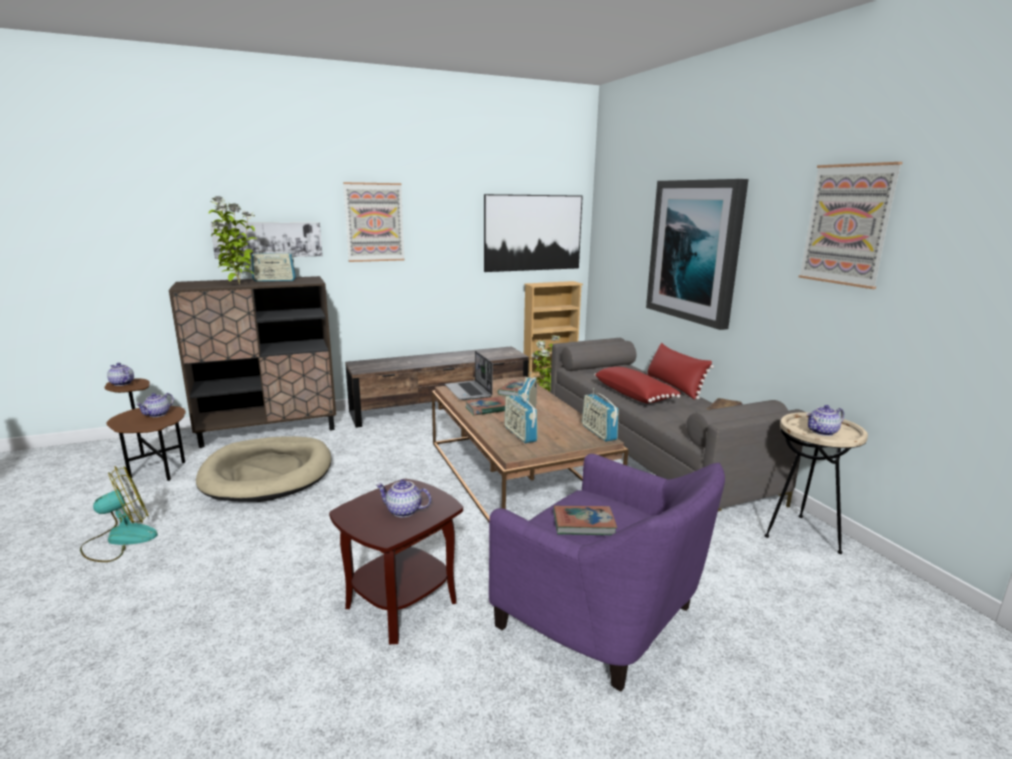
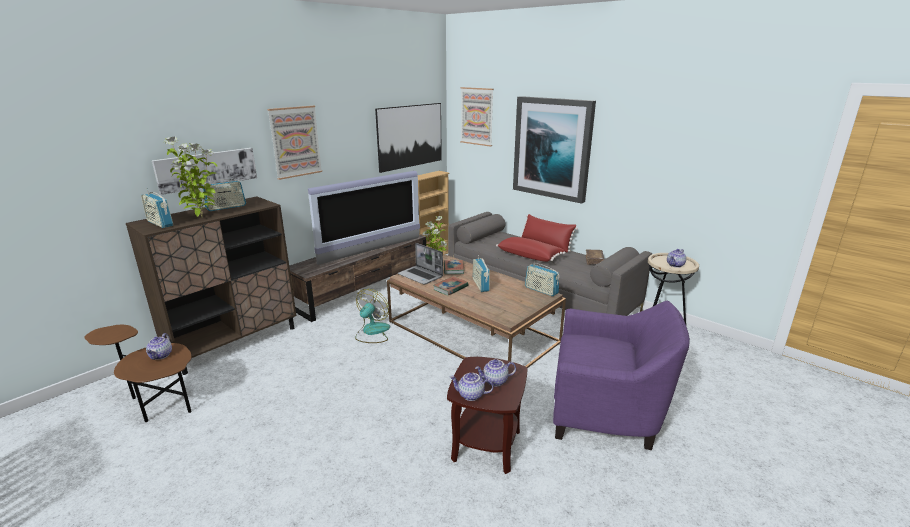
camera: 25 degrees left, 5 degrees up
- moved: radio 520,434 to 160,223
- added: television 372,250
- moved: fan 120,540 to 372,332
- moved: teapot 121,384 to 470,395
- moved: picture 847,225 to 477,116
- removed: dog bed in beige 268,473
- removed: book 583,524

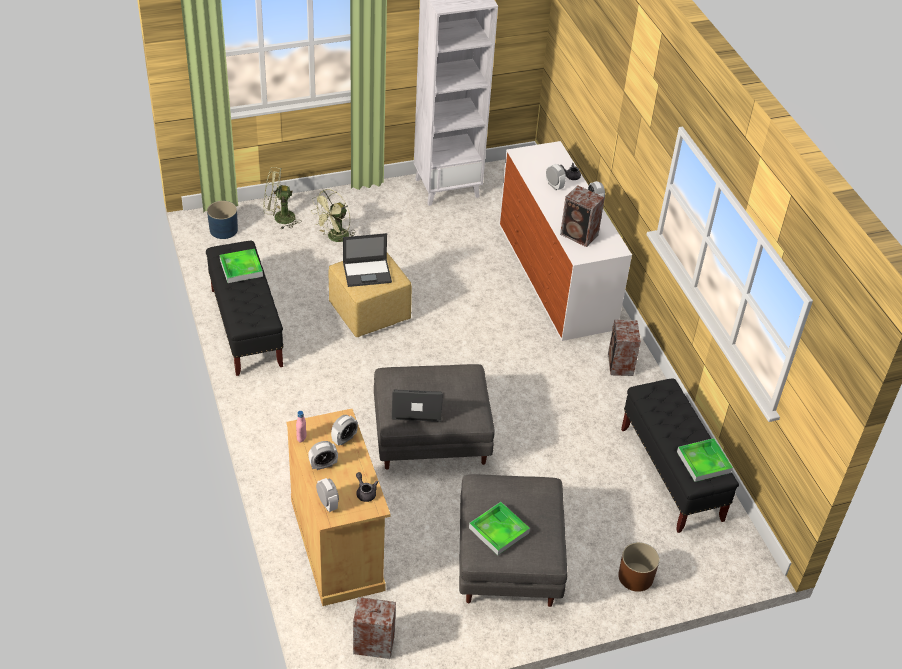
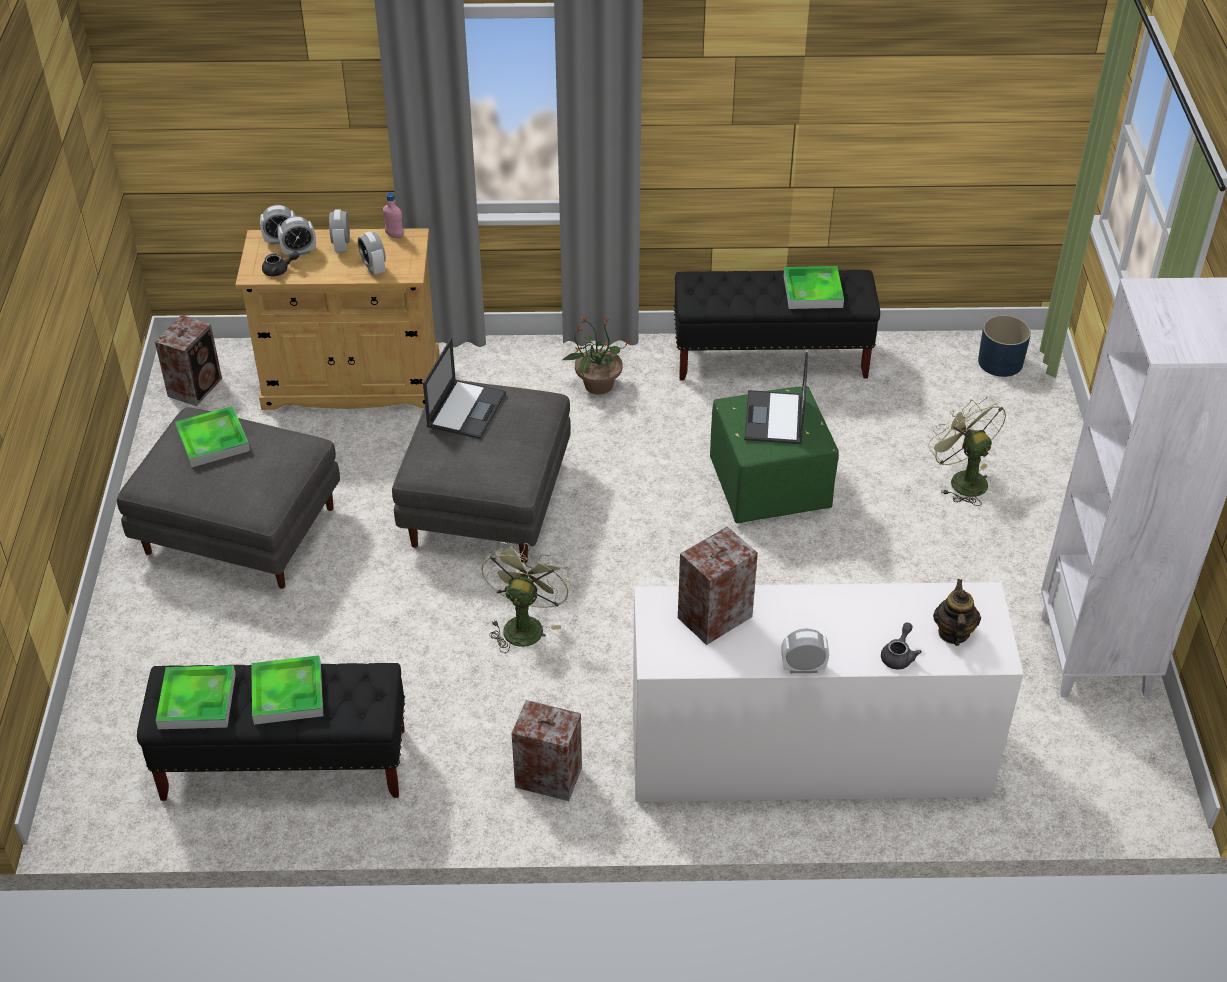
camera: 110 degrees right, 0 degrees up
- added: tray 288,693
- moved: alarm clock 554,186 to 299,252
- moved: fan in green 279,218 to 524,624
- added: potted plant 597,385
- recoloured: ottoman in yellow 369,312 to ottoman in green 771,487
- added: teapot 953,633
- removed: planter in brown 636,576

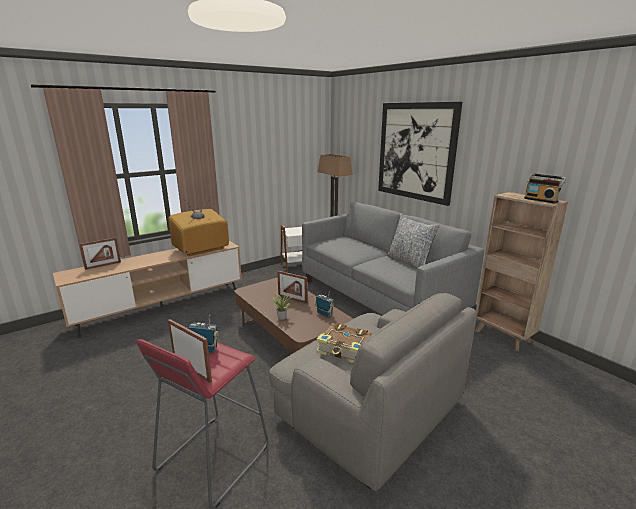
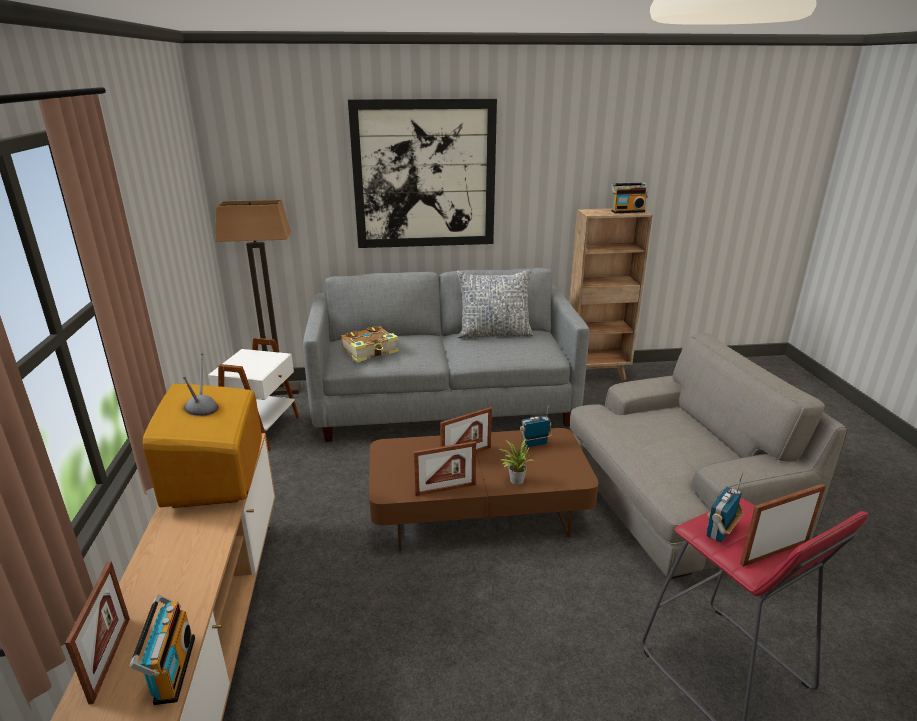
camera: 60 degrees left, 5 degrees up
- added: radio 171,670
- moved: book 345,350 to 370,351
- added: picture frame 445,489

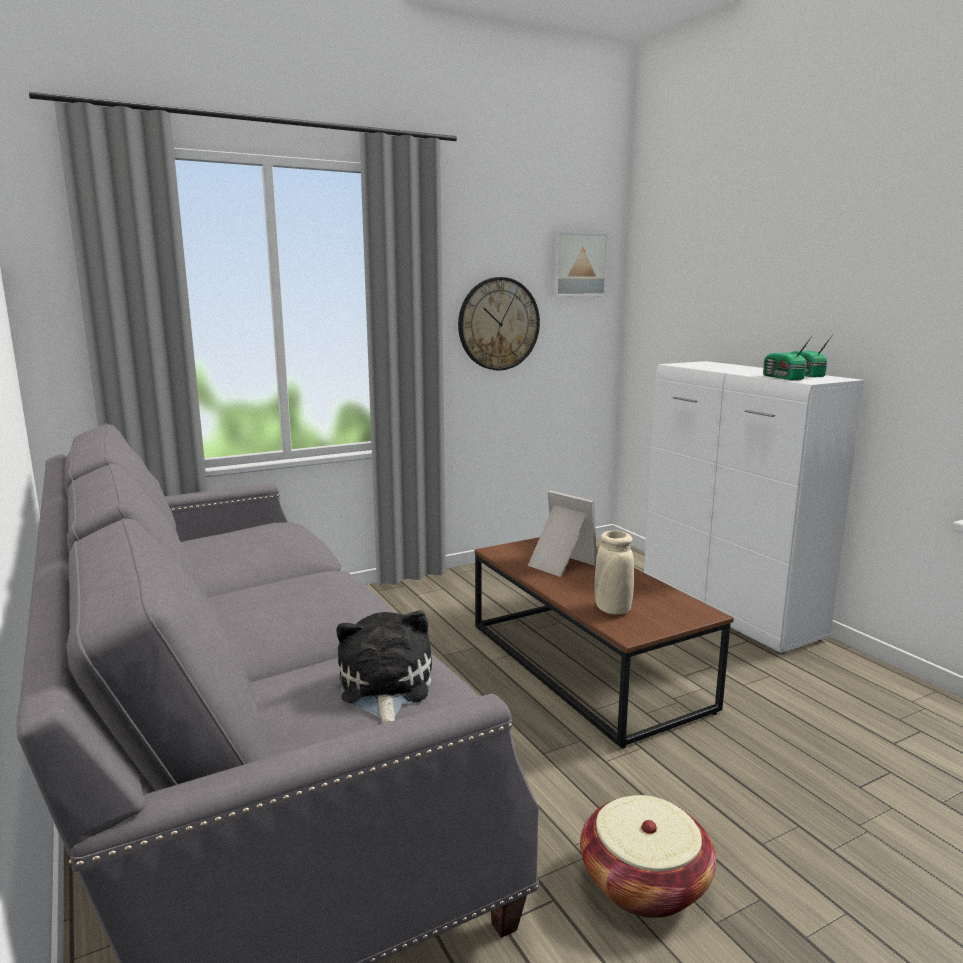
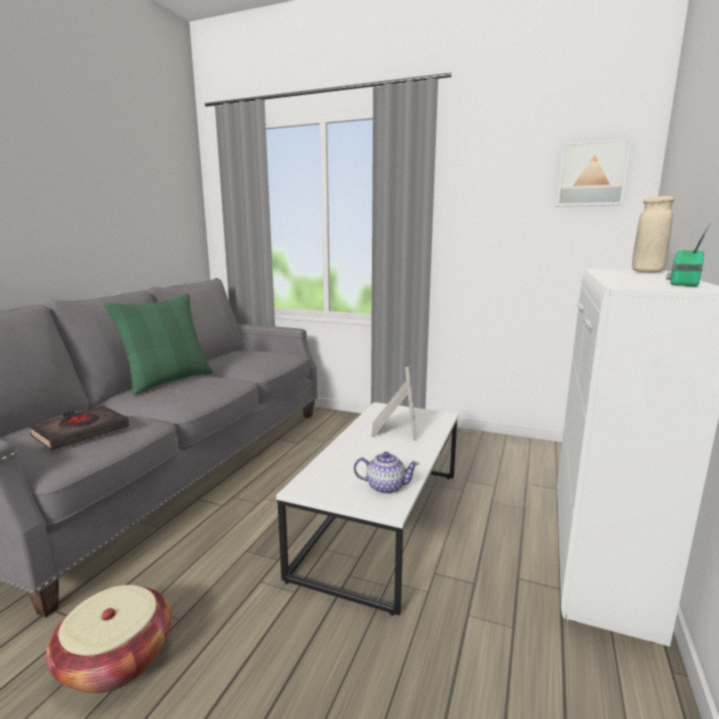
camera: 50 degrees right, 0 degrees up
- replaced: plush toy 384,688 to book in black 81,432
- added: pillow in green 168,381
- recoloured: coffee table in brown 585,666 to coffee table in white 383,521
- added: teapot 385,487
- moved: vase in beige 612,609 to 647,272
- removed: wall clock 498,324
- removed: radio 783,377

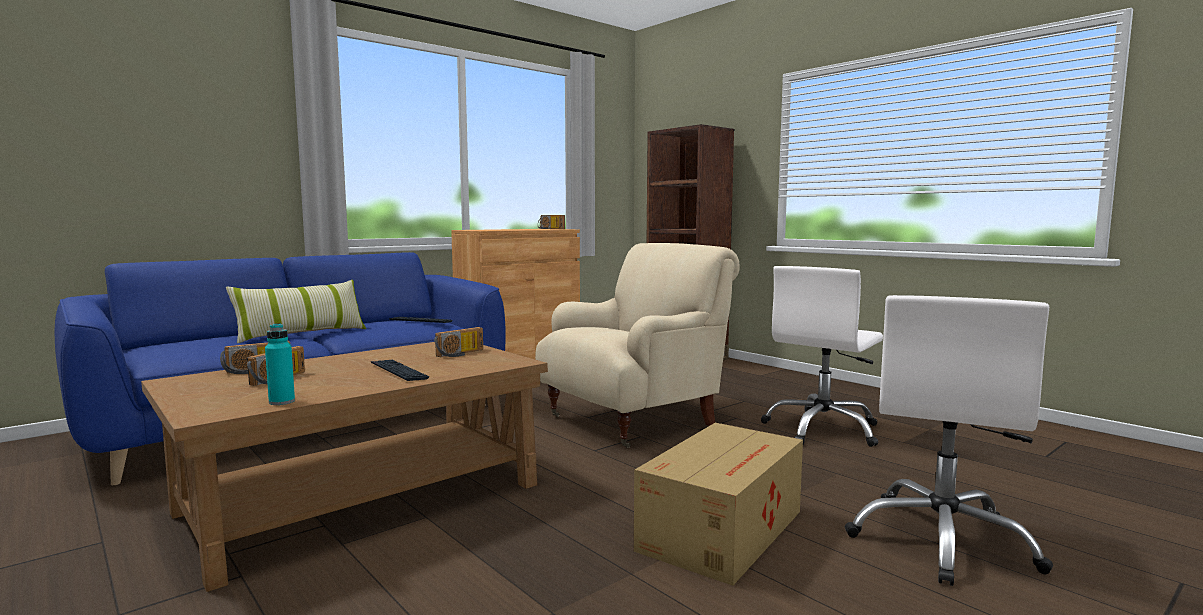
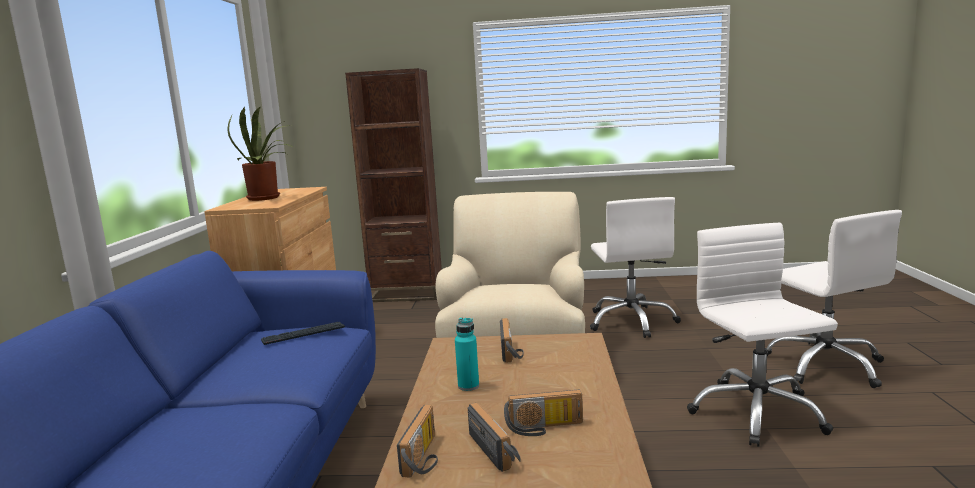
camera: 45 degrees left, 5 degrees up
- added: potted plant 267,198
- moved: bottle in turquoise 282,402 to 468,386
- moved: radio 549,229 to 544,428
- replaced: cardboard box 724,529 to office chair in white 756,413
- removed: pillow 301,334
- removed: keyboard 398,371

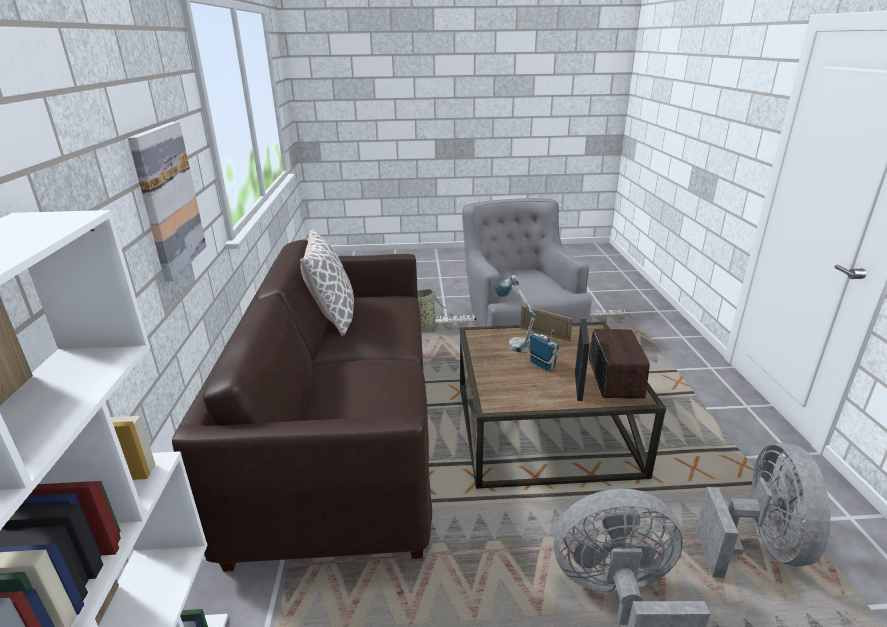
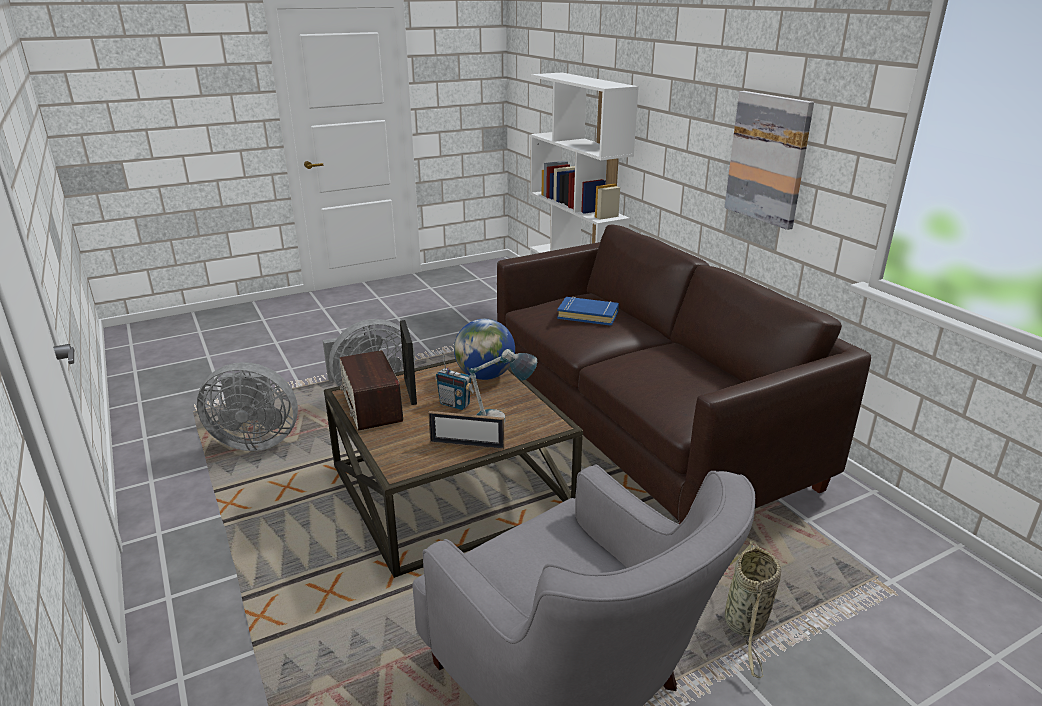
camera: 155 degrees right, 0 degrees up
- turned: fan in grey 757,545 = 255,441 75 degrees counterclockwise
- added: globe 485,376
- added: book in blue 588,315
- removed: pillow 333,317

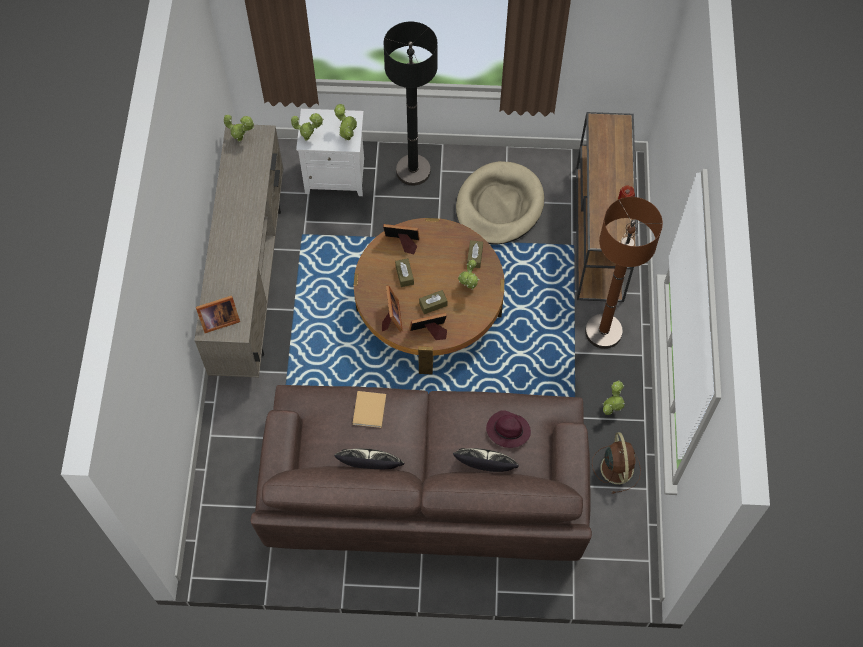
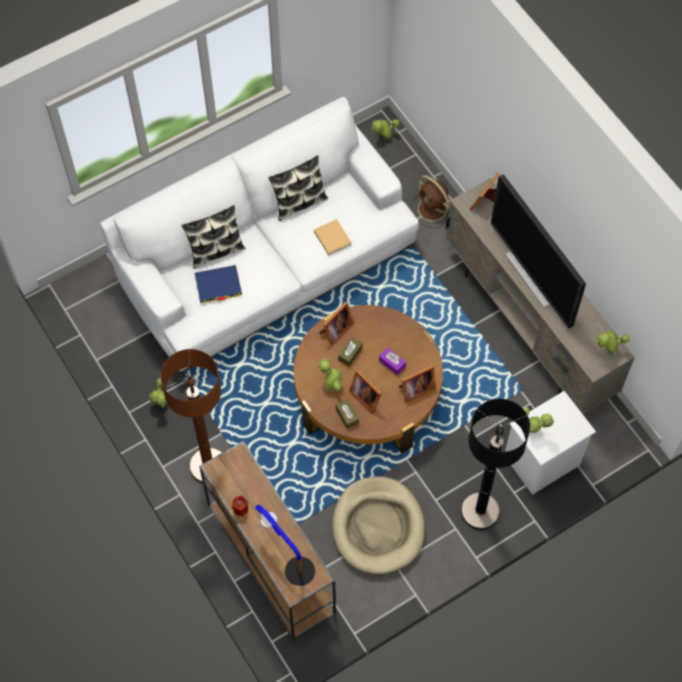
camera: 145 degrees right, 0 degrees up
- recoloured: sofa in brown 424,488 to sofa in white 266,259
- replaced: hat in purple 507,430 to book in blue 218,285
- added: table lamp 289,558
- moved: picture frame 391,318 to 366,396
- moved: potted plant 308,138 to 384,138
- recoloured: tissue box in brown 404,275 to tissue box in purple 392,363
- moved: fan in brown 616,467 to 433,210
- added: television 533,276

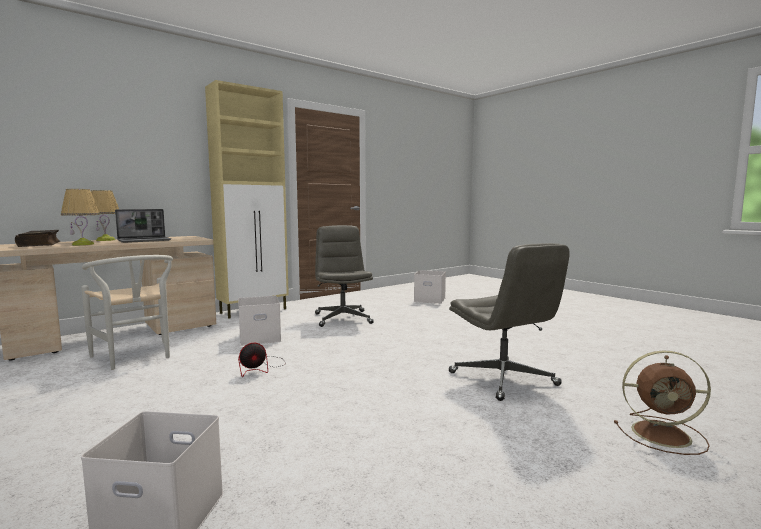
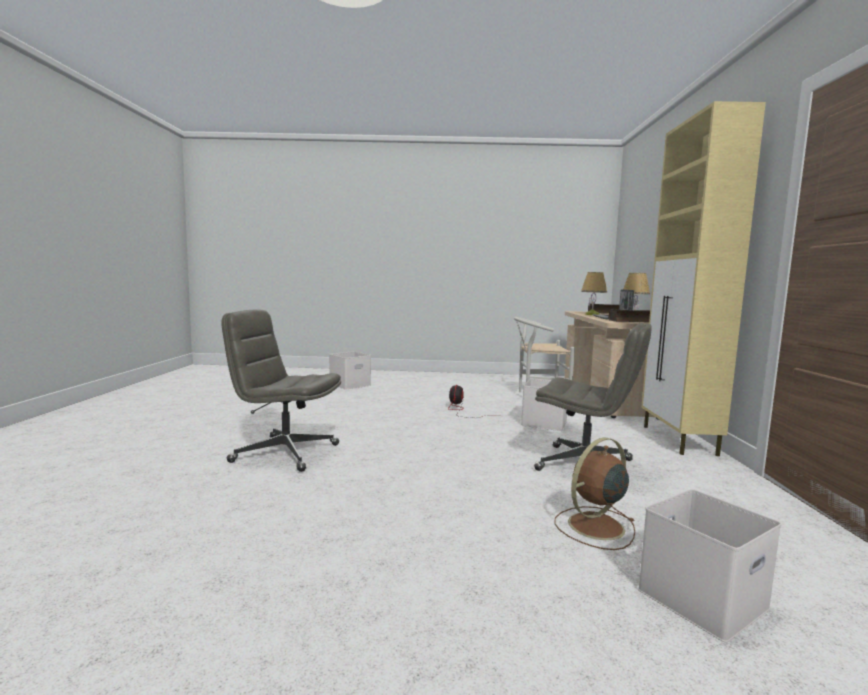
camera: 130 degrees right, 0 degrees up
- moved: fan in brown 663,434 to 594,527
- added: book 632,321

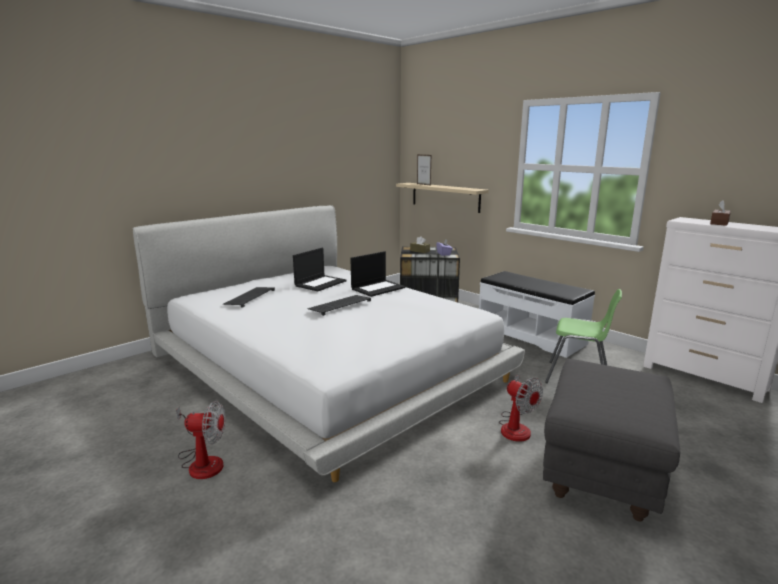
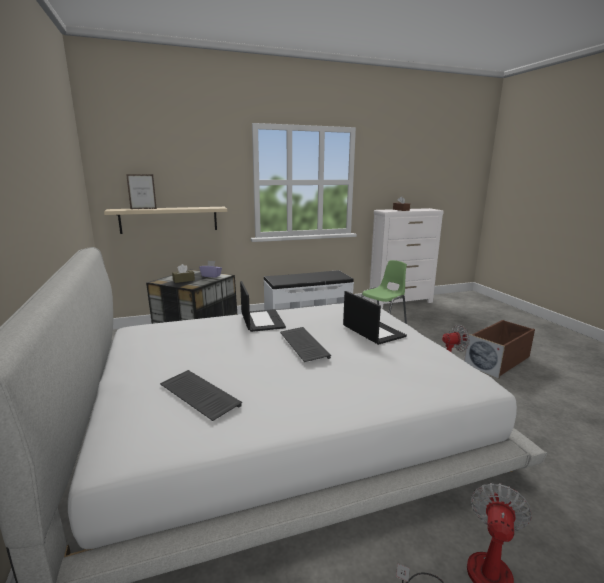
camera: 65 degrees left, 0 degrees up
- moved: laptop 320,283 to 372,331
- replaced: ottoman in grey 602,474 to storage box in brown 497,360

